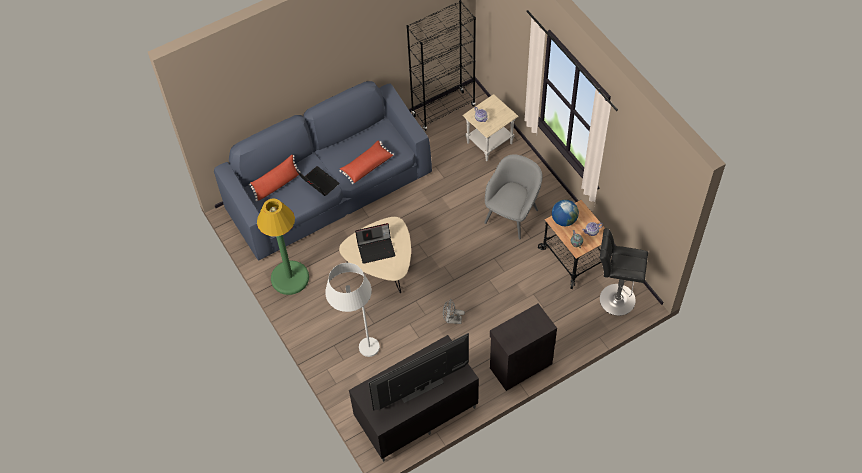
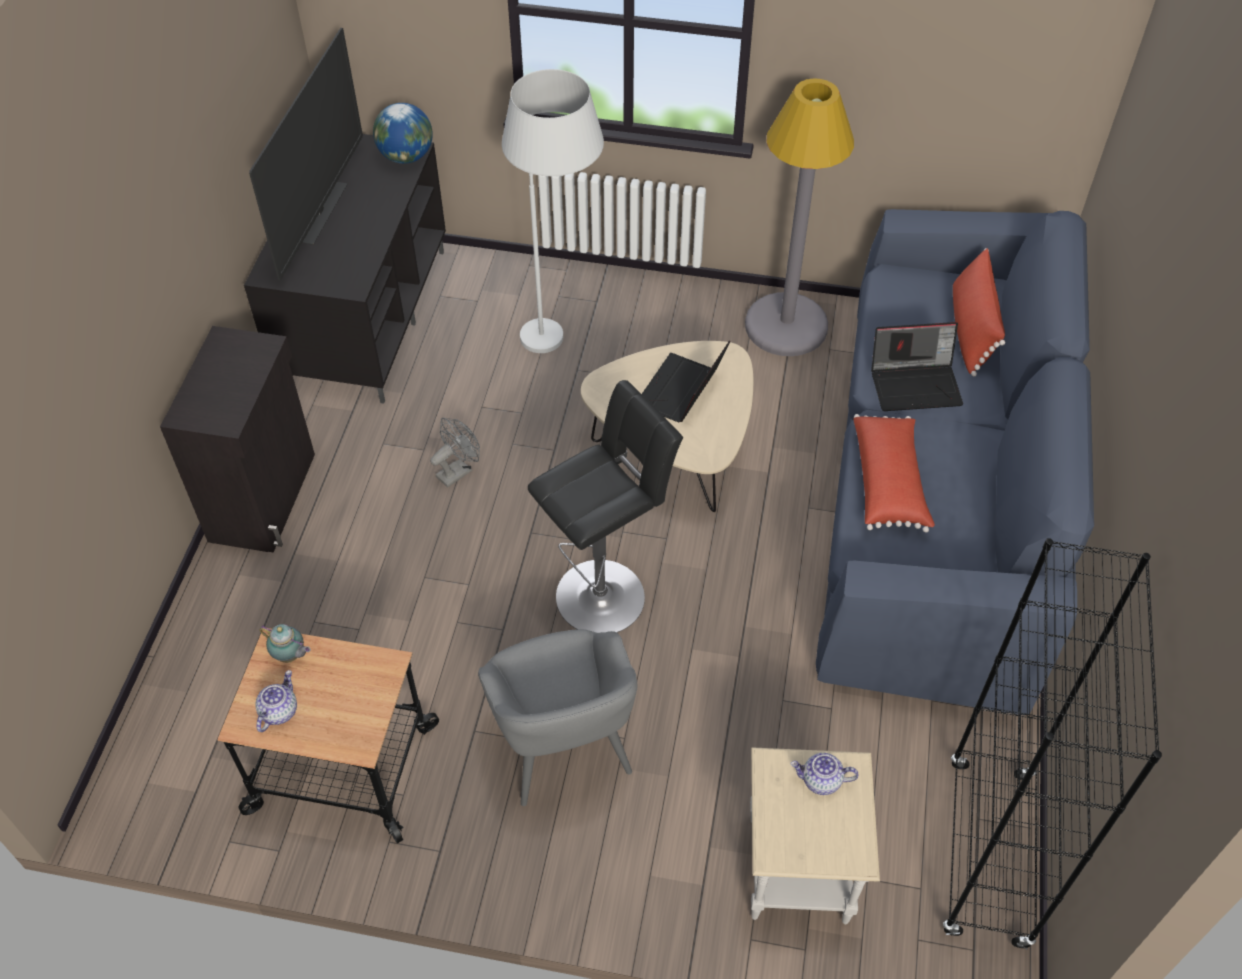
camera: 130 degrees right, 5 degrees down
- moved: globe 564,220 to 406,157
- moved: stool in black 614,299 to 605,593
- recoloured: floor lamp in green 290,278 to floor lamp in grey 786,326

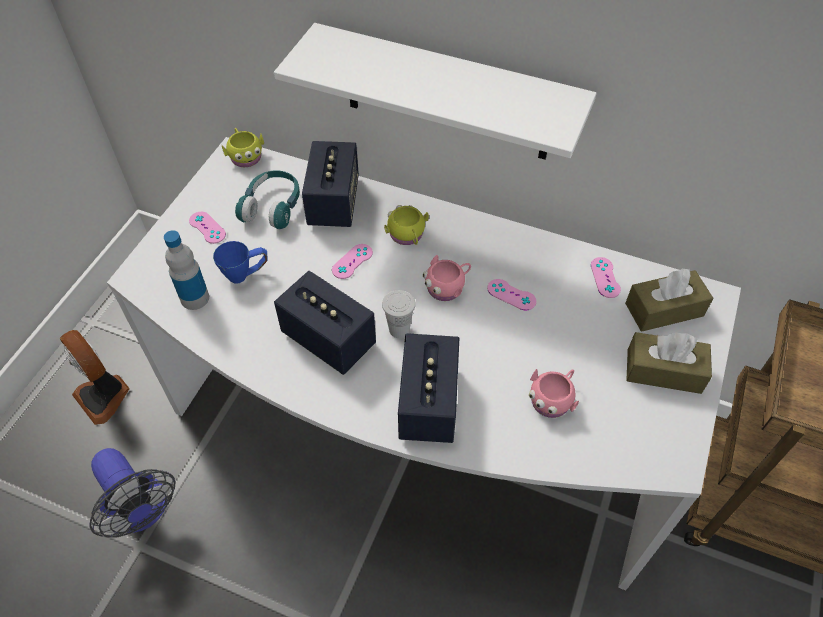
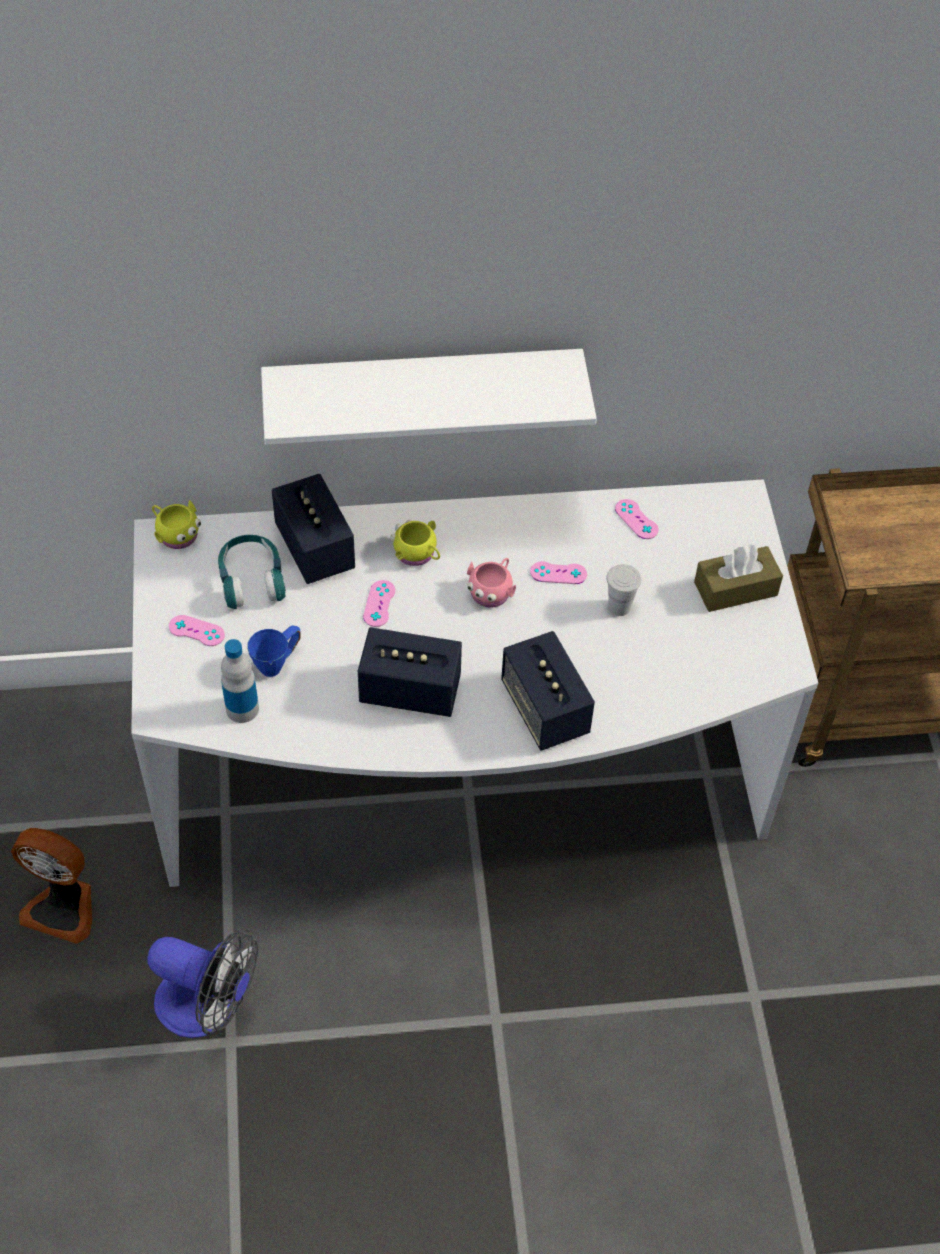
camera: 30 degrees left, 0 degrees up
- moved: cup in white 399,329 to 619,607
- removed: mug in pink 552,399
- removed: tissue box in brown 664,309

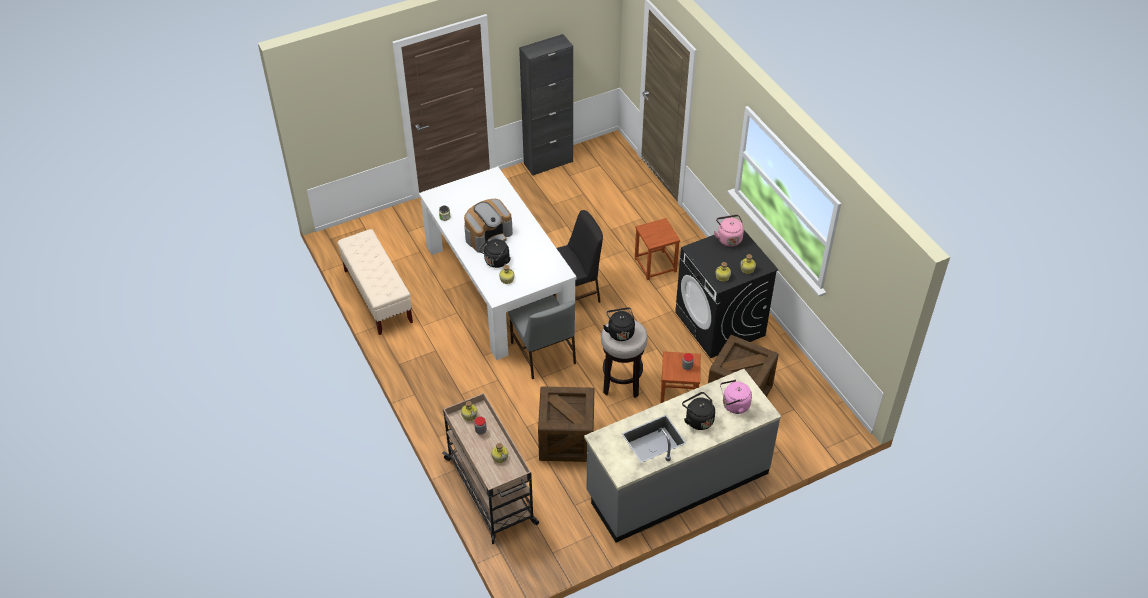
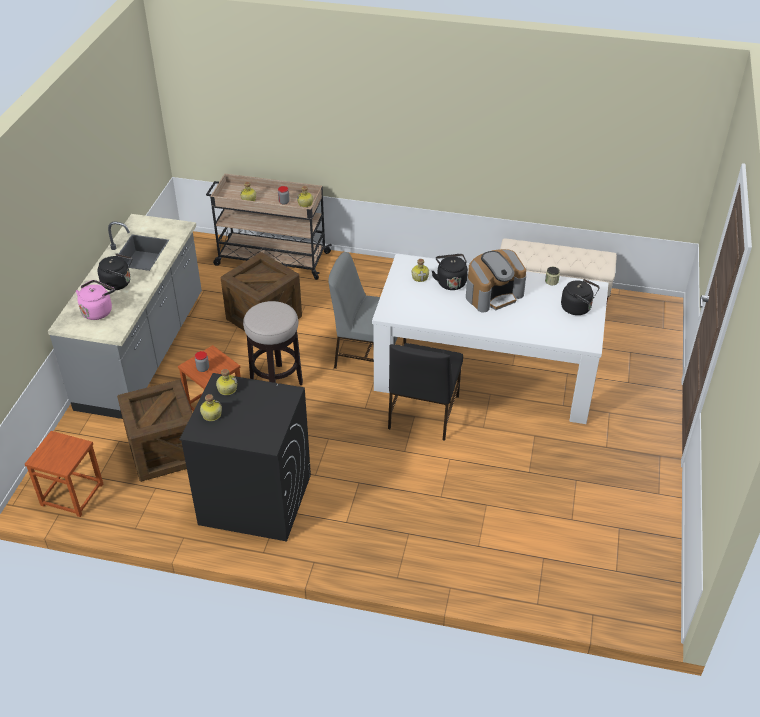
camera: 130 degrees right, 5 degrees down
- moved: stool in brown 655,265 to 72,494
- turned: coffee machine 488,235 = 493,294 120 degrees counterclockwise
- moved: kettle in black 620,332 to 578,308
- removed: cabinet in black 548,163
- removed: kettle in pink 728,238

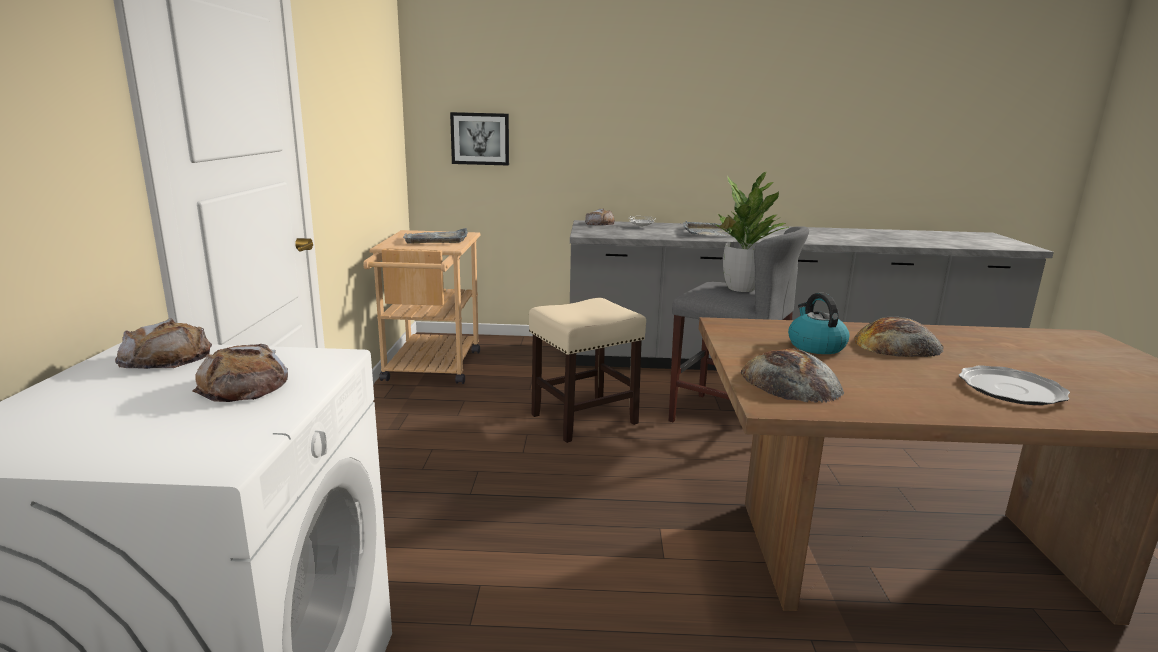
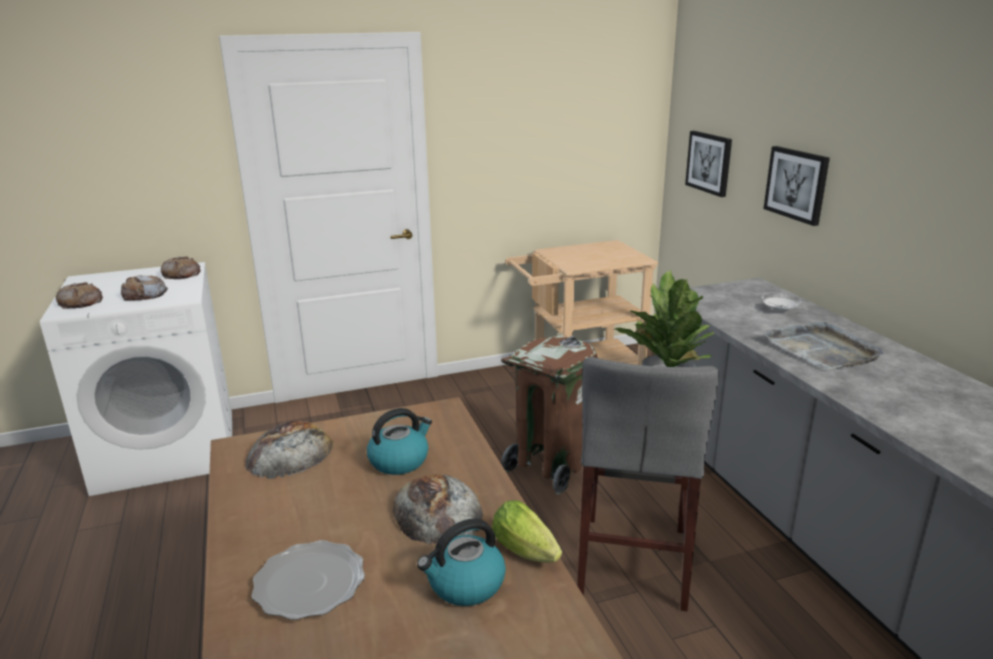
camera: 70 degrees right, 5 degrees up
- moved: bread 600,223 to 80,302
- added: kettle 465,584
- added: lettuce 528,551
- replaced: stool in beige 583,419 to trash can in brown 548,467
- added: picture 797,184
- removed: tray in grey 437,239

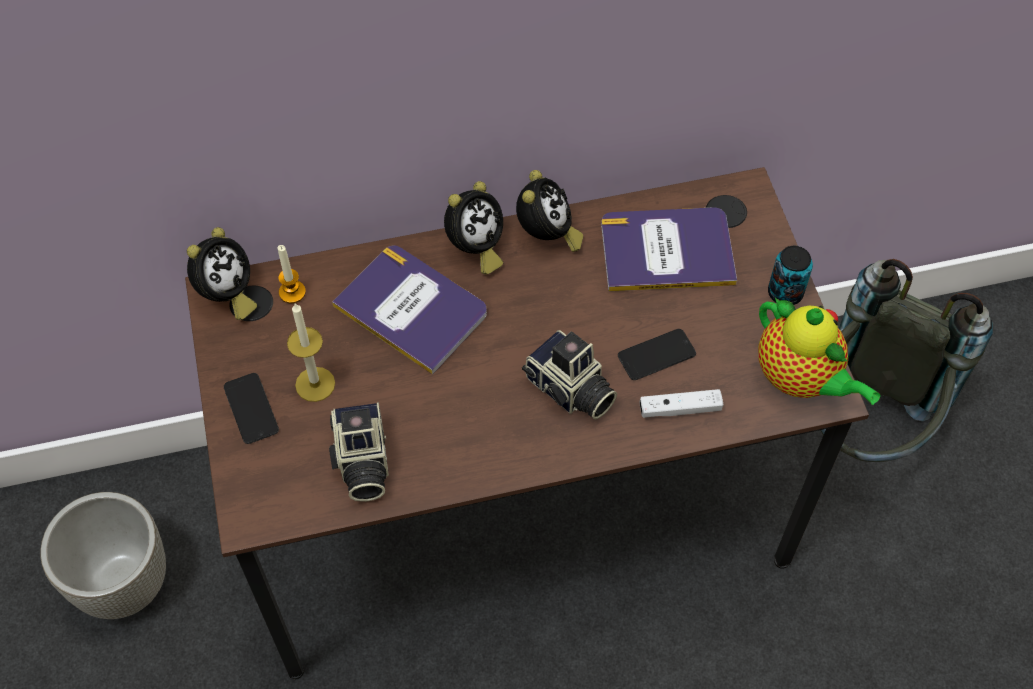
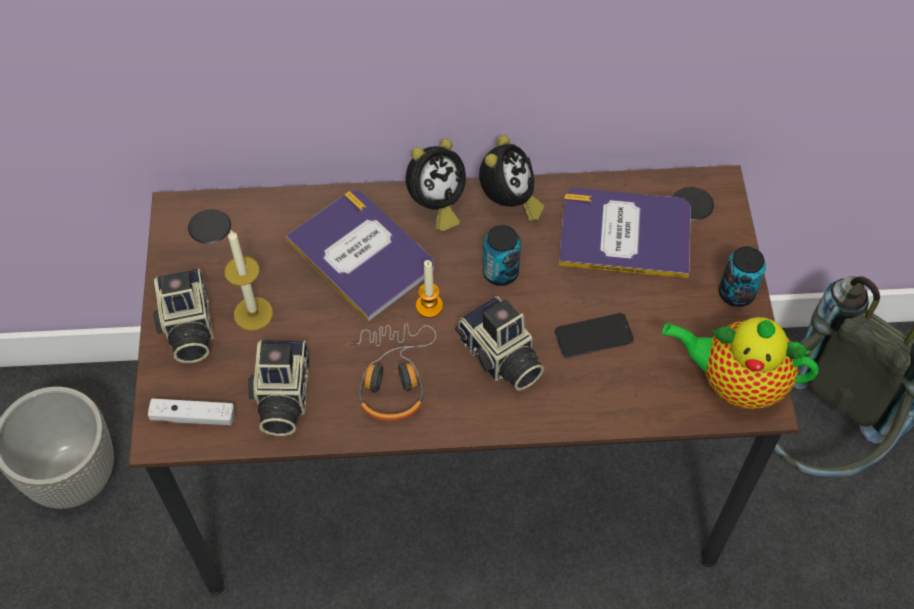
camera: 10 degrees right, 0 degrees up
- moved: game controller in white 680,409 to 193,416
- replaced: phone 251,409 to photo camera 187,328
- added: headphones 392,377
- moved: candle 292,292 to 429,306
- added: can 500,272
- turned: teapot 800,379 = 735,382 135 degrees clockwise
- removed: alarm clock 226,295

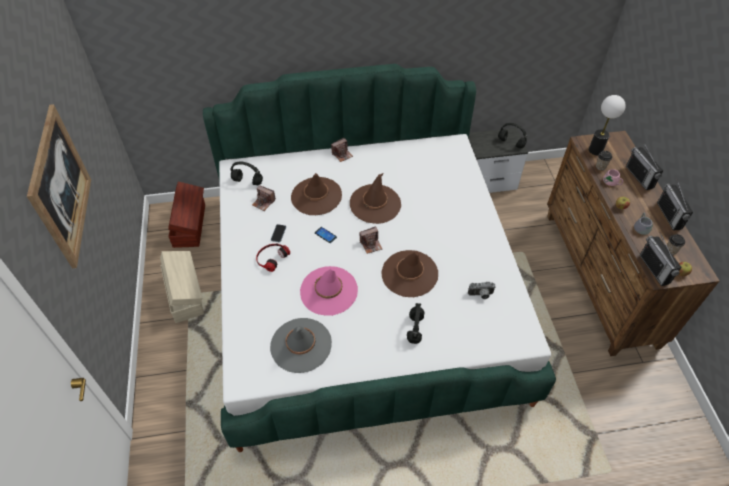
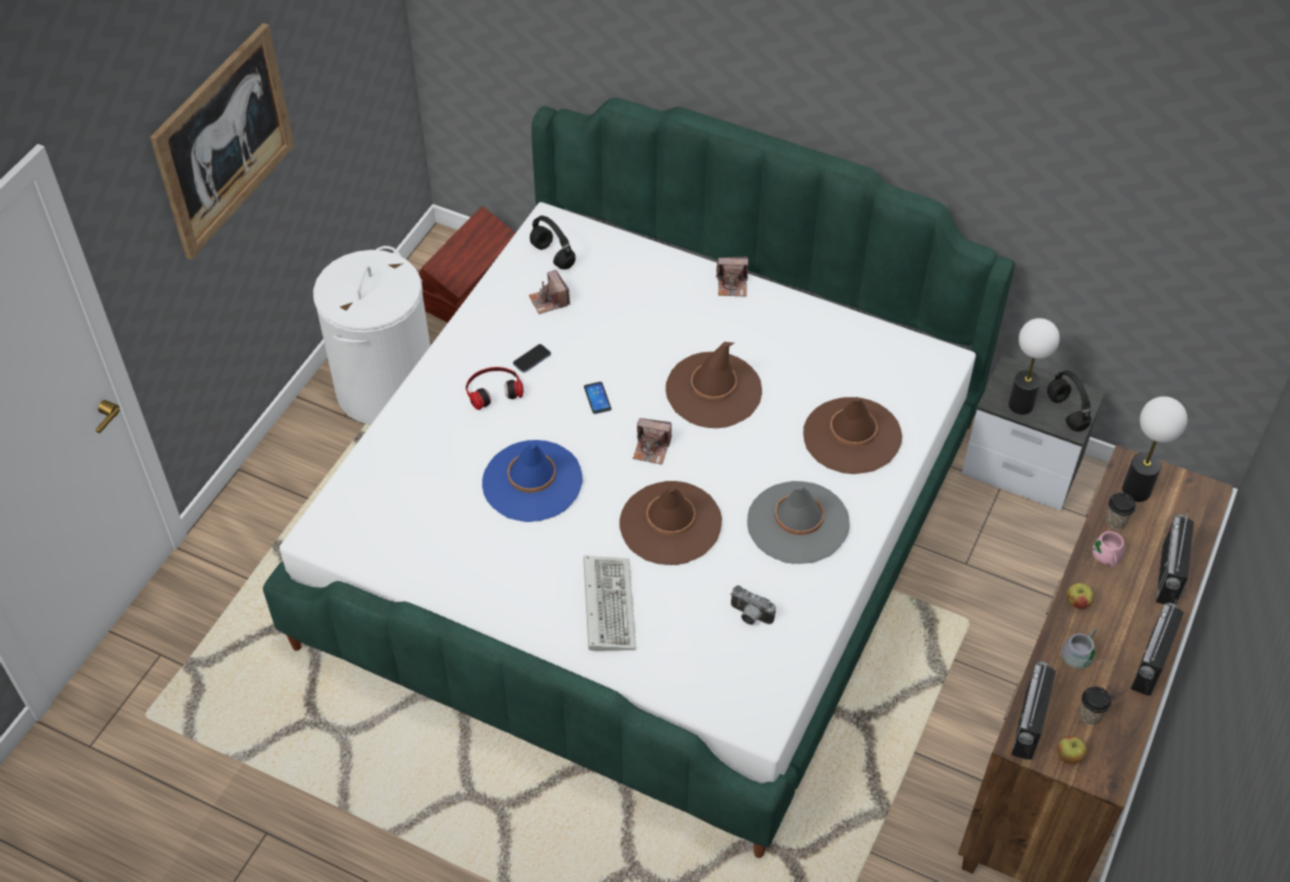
camera: 35 degrees right, 0 degrees up
- replaced: storage box in beige 185,294 to laundry basket in white 385,388
- recoloured: hat in pink 328,291 to hat in blue 532,481
- replaced: headphones in black 414,328 to keyboard 607,603
- moved: hat in grey 301,345 to 797,523
- moved: hat in brown 316,196 to 851,436
- added: table lamp 1020,405

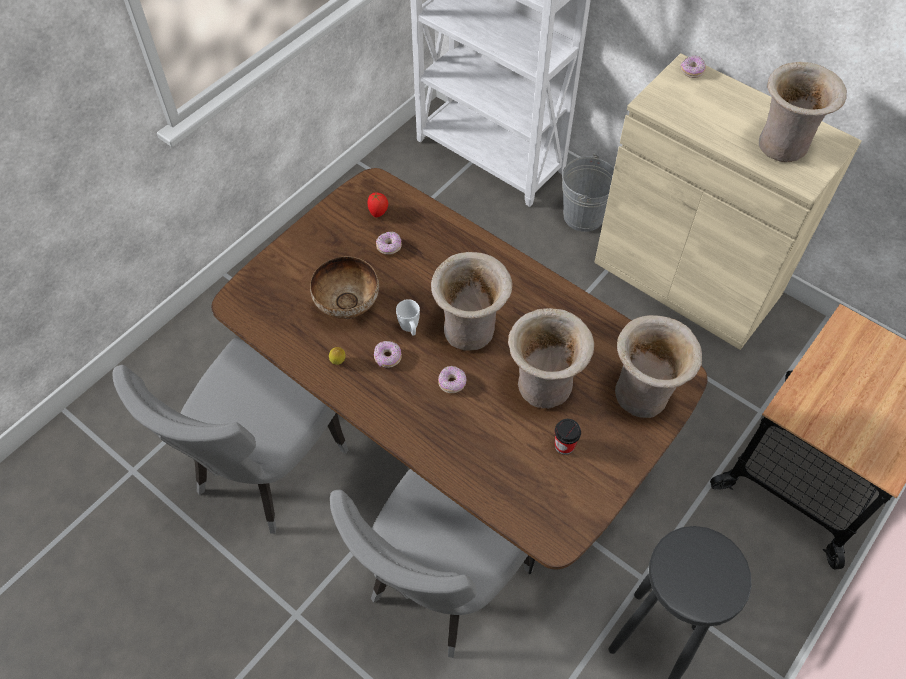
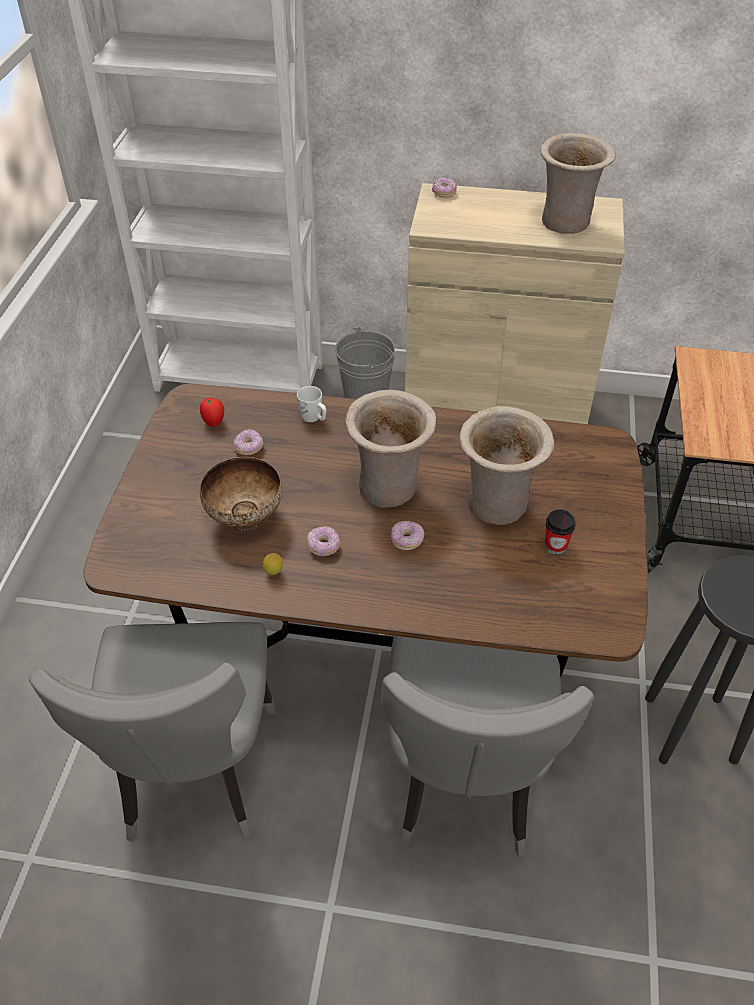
camera: 30 degrees left, 10 degrees down
- moved: mug in white 410,328 to 314,418
- removed: vase in beige 644,394

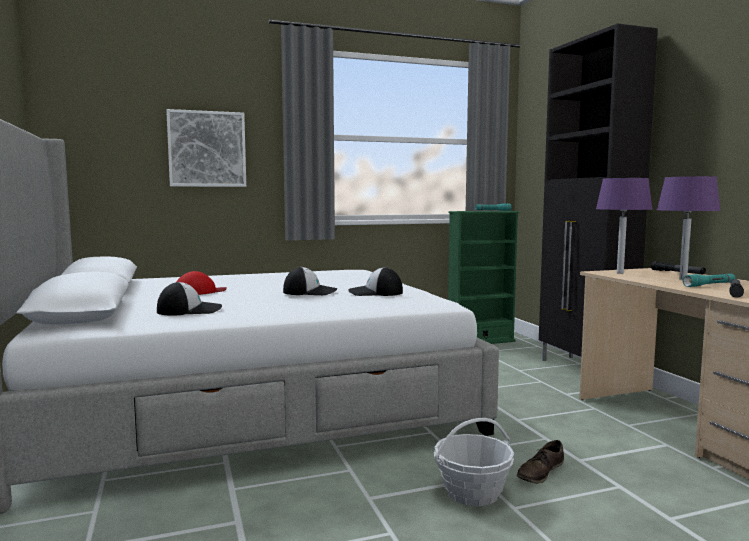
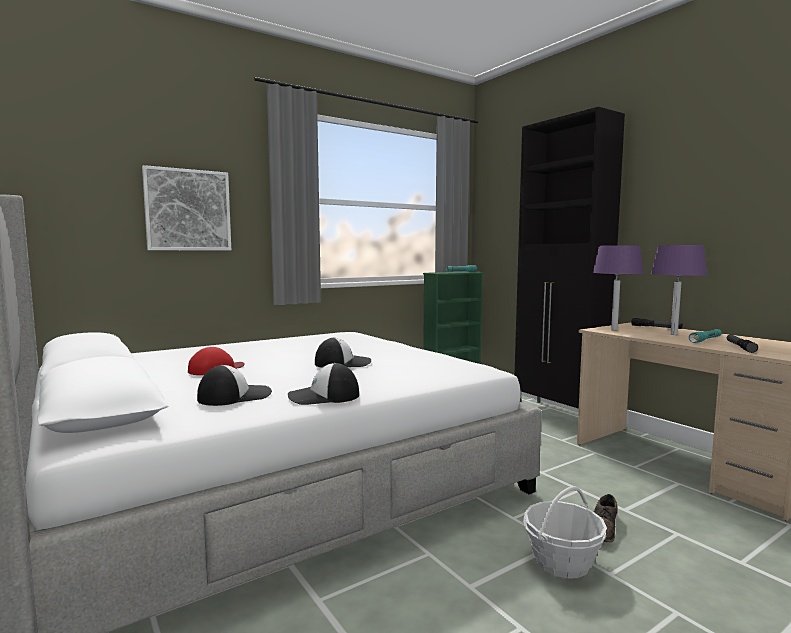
camera: 15 degrees left, 0 degrees up
- moved: cap 375,293 to 323,397

